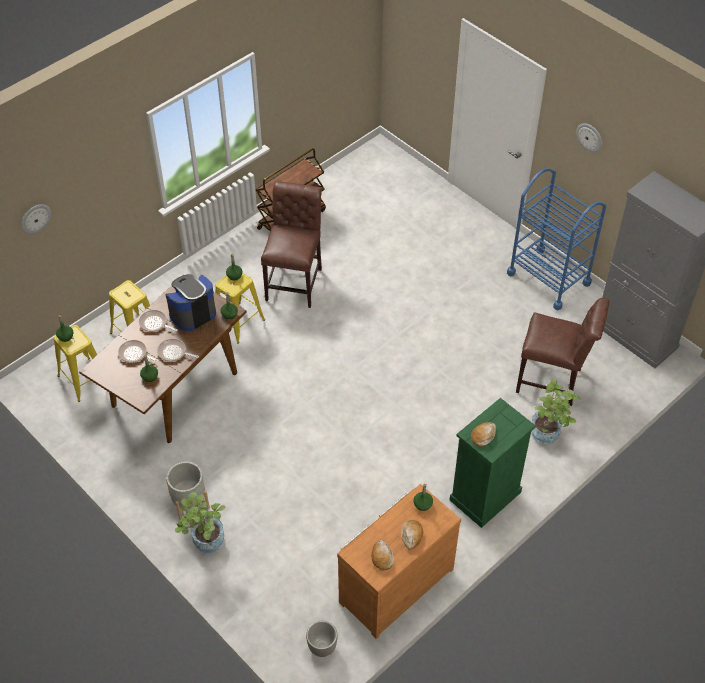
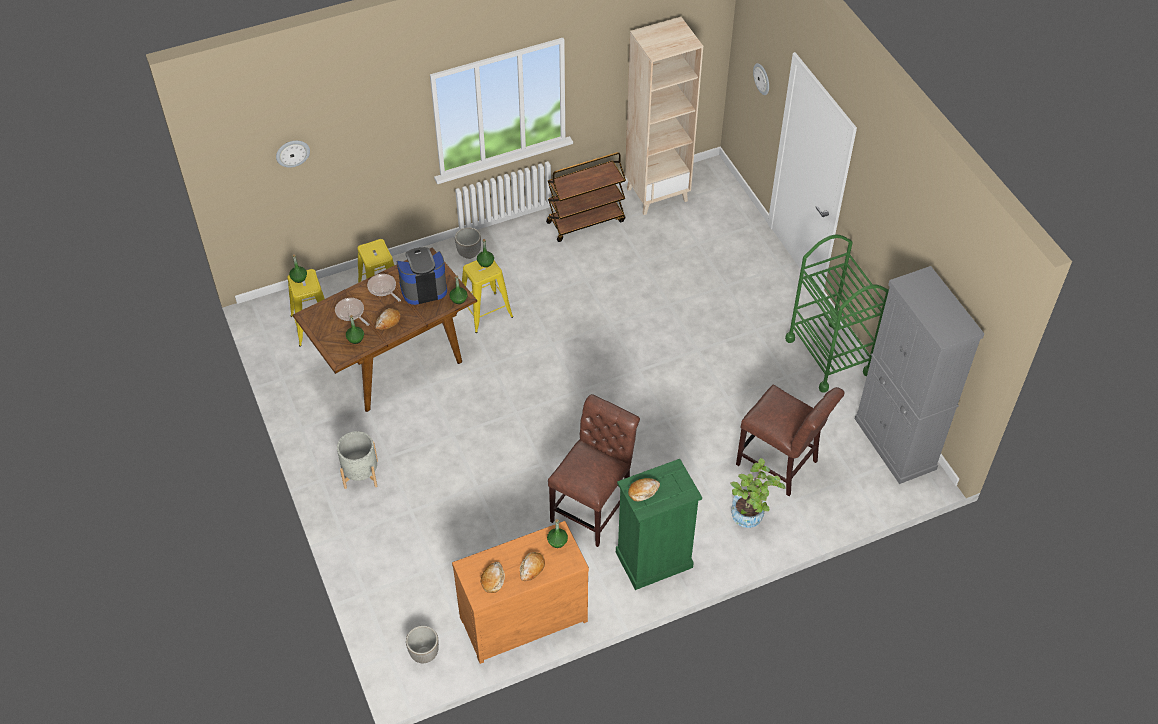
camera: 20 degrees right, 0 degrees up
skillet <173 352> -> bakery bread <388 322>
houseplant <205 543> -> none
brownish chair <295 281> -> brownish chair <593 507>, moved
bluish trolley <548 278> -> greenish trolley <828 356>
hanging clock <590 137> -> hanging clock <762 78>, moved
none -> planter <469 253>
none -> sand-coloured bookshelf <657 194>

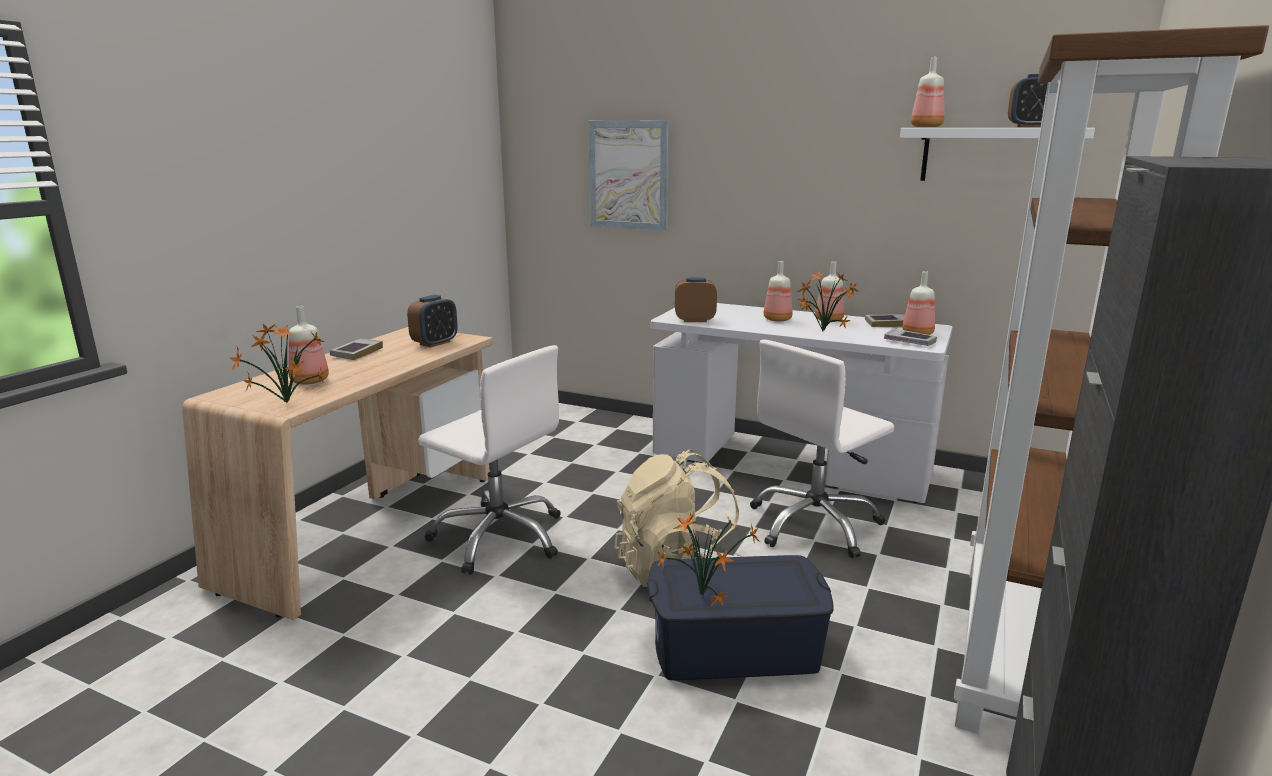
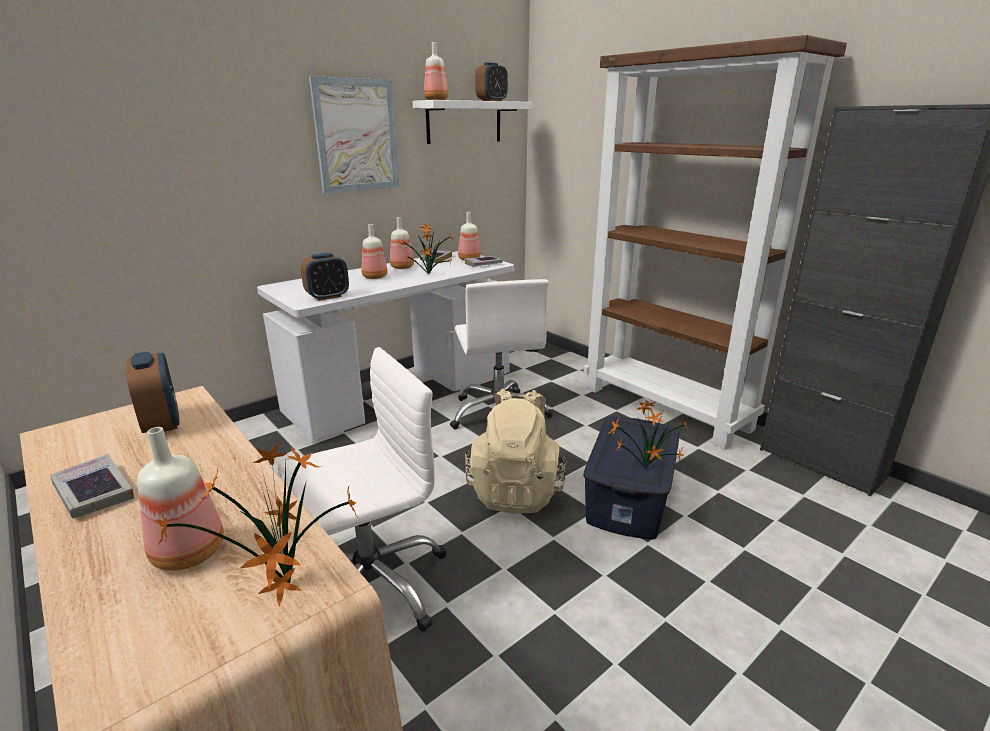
camera: 65 degrees left, 5 degrees up
picture <628 175> -> picture <356 136>, moved
table clock <694 320> -> table clock <327 297>, 150 degrees counterclockwise

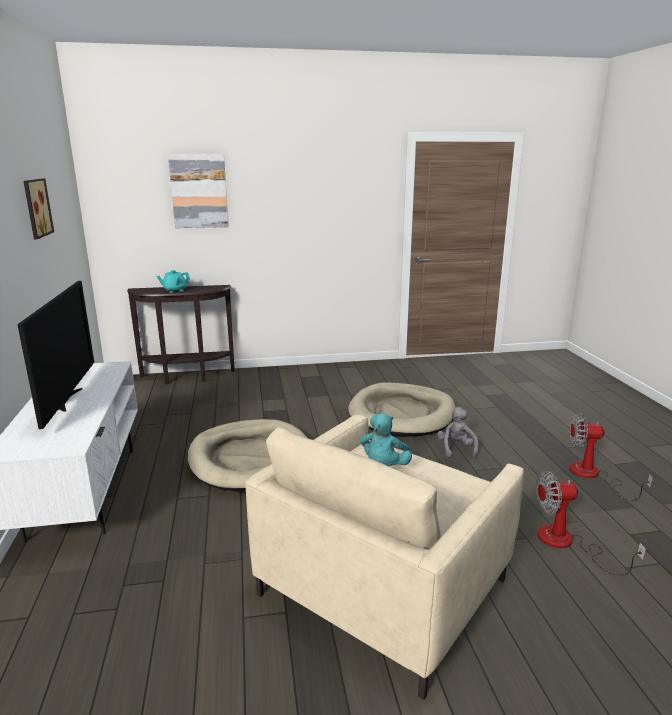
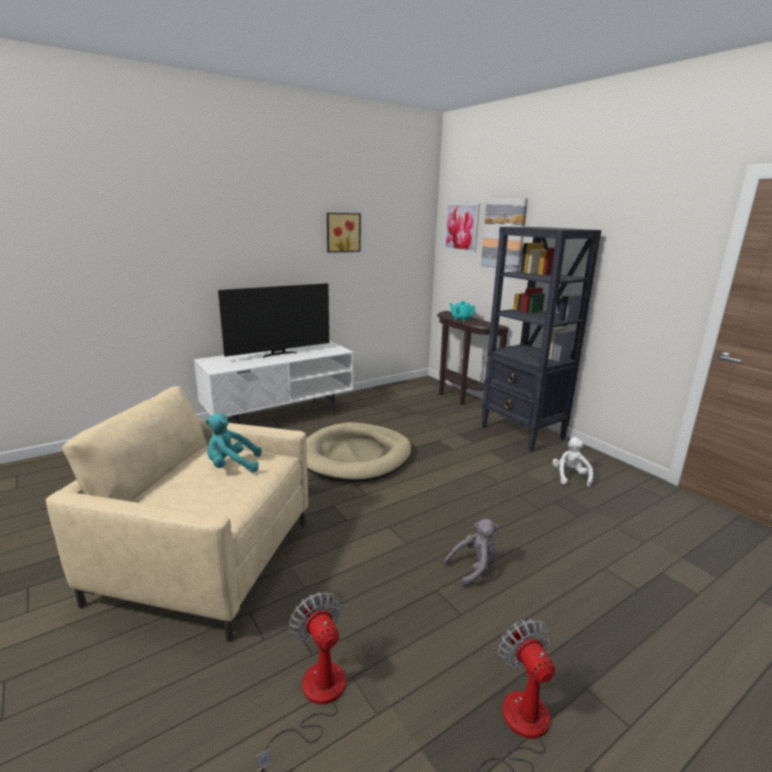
camera: 65 degrees right, 0 degrees up
sand-coloured dog cushion <402 414> -> none
none -> picture <461 227>
none -> black bookshelf <522 433>
none -> white-coloured soft toy <570 477>

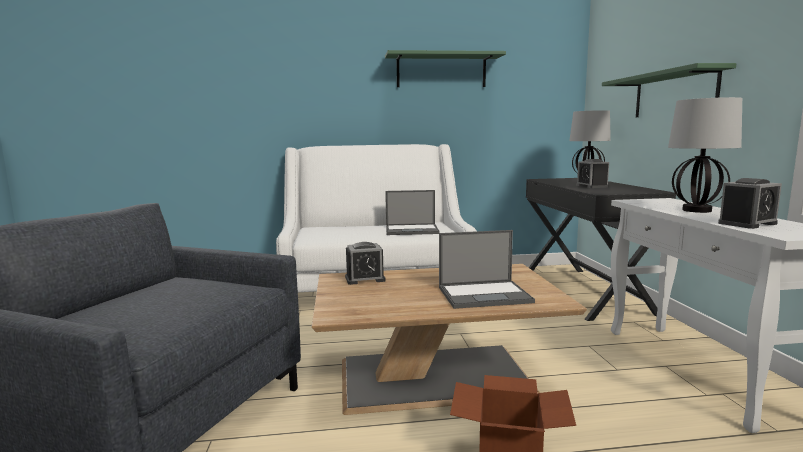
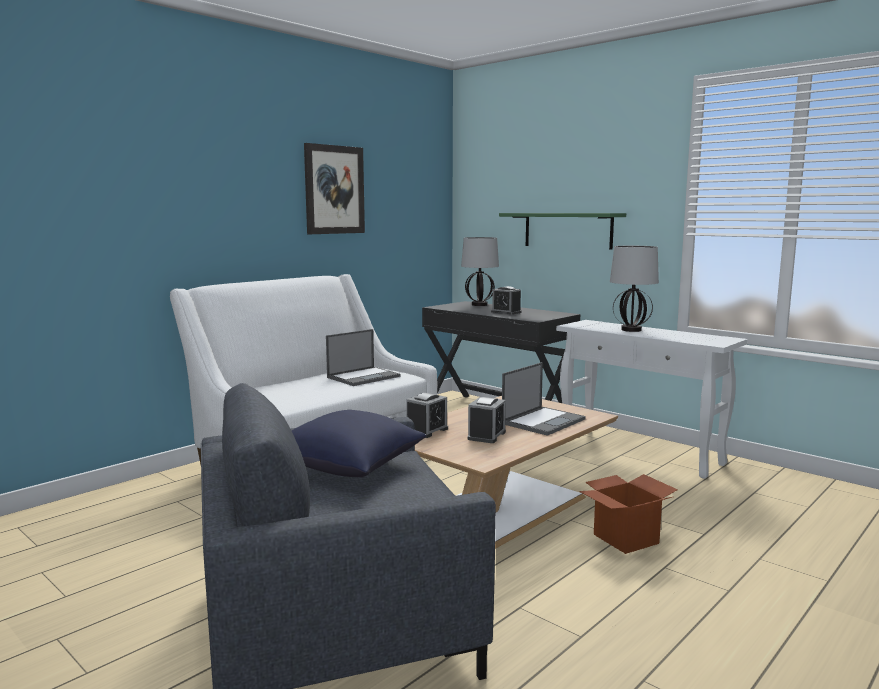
camera: 40 degrees left, 0 degrees up
greenish wall shelf <441 71> -> picture <334 190>
table clock <747 223> -> table clock <486 435>, moved
none -> bluish pillow <348 467>

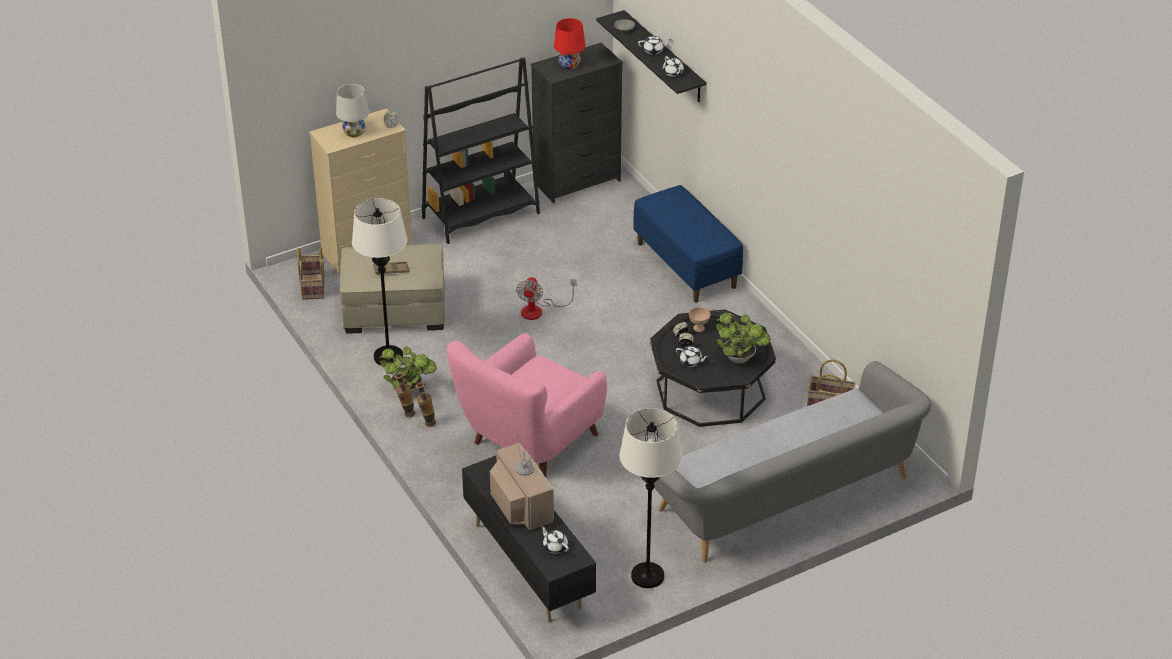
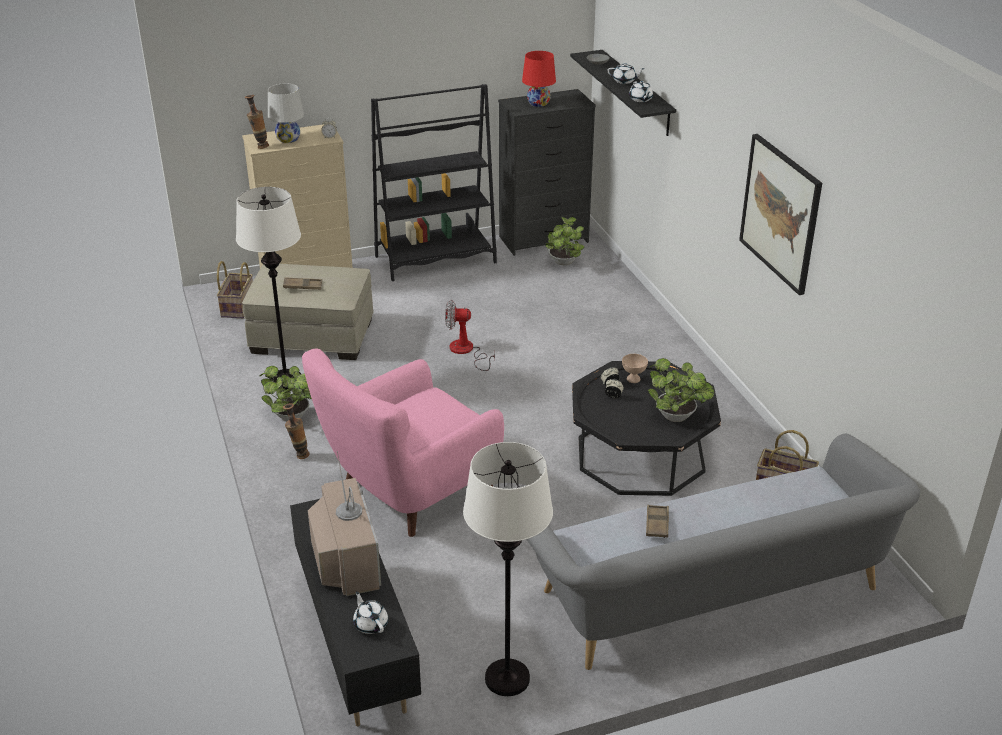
camera: 10 degrees right, 5 degrees down
flower vase <406 414> -> flower vase <260 146>, moved
electric fan <539 310> -> electric fan <466 351>, 75 degrees clockwise
bluish long seat <687 265> -> none
white-coloured pot for tea <691 362> -> none
none -> houseplant <563 263>
none -> brownish carrying tray <657 524>
none -> picture <780 213>

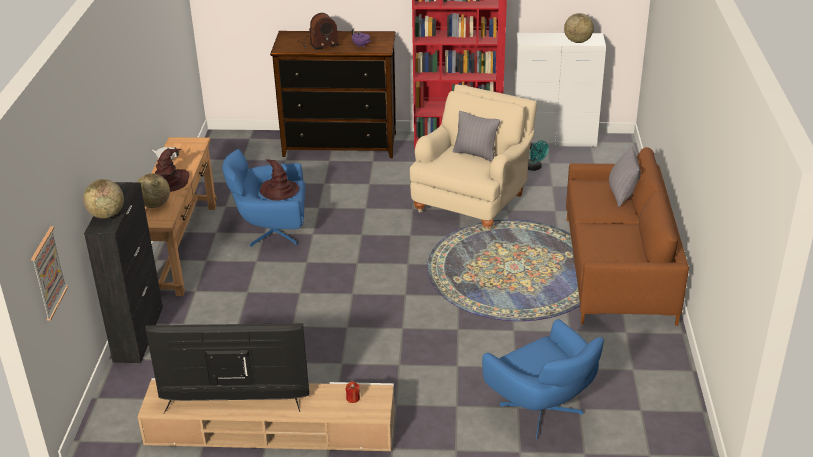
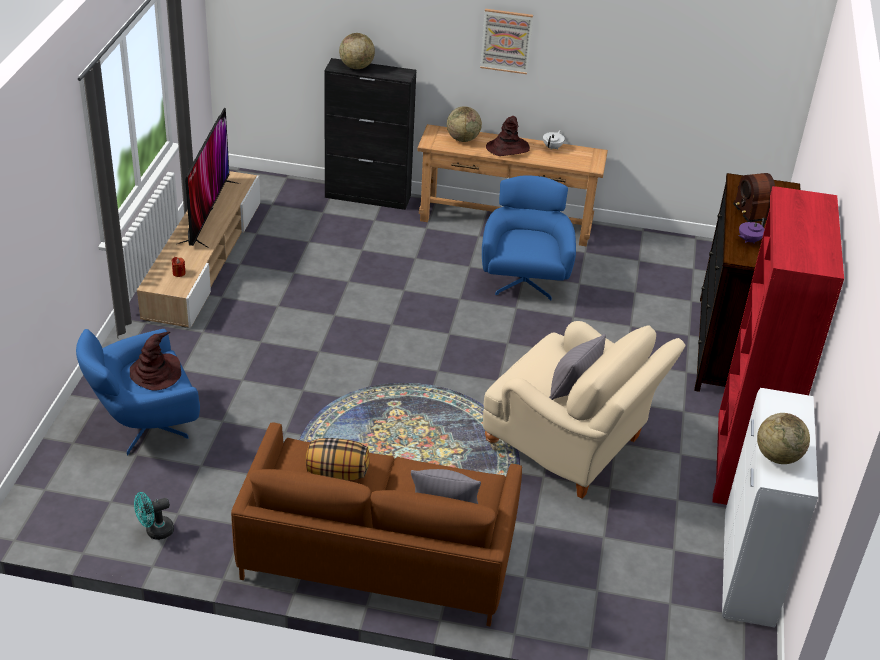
camera: 95 degrees right, 5 degrees up
picture <48 273> -> picture <506 41>, moved
brownish hat <279 191> -> brownish hat <156 373>, moved
blue-green electric fan <534 168> -> blue-green electric fan <155 531>, moved
none -> pillow <337 473>

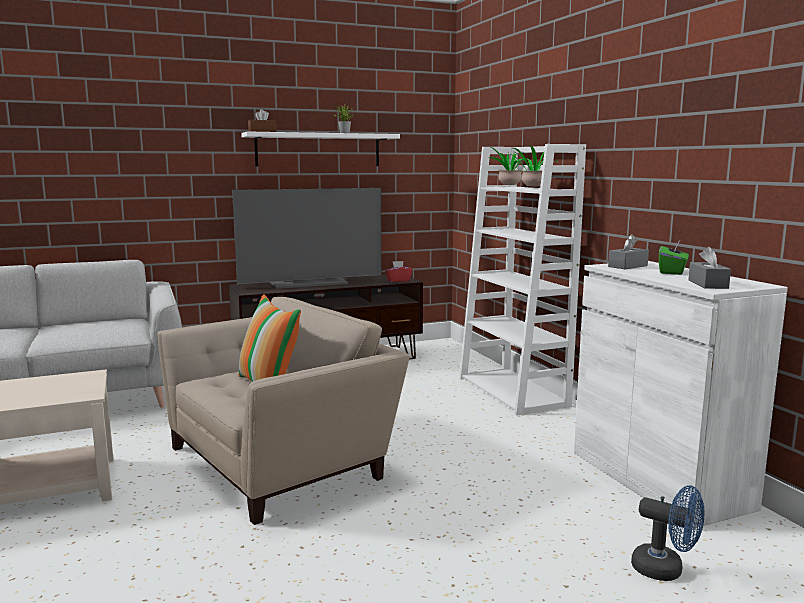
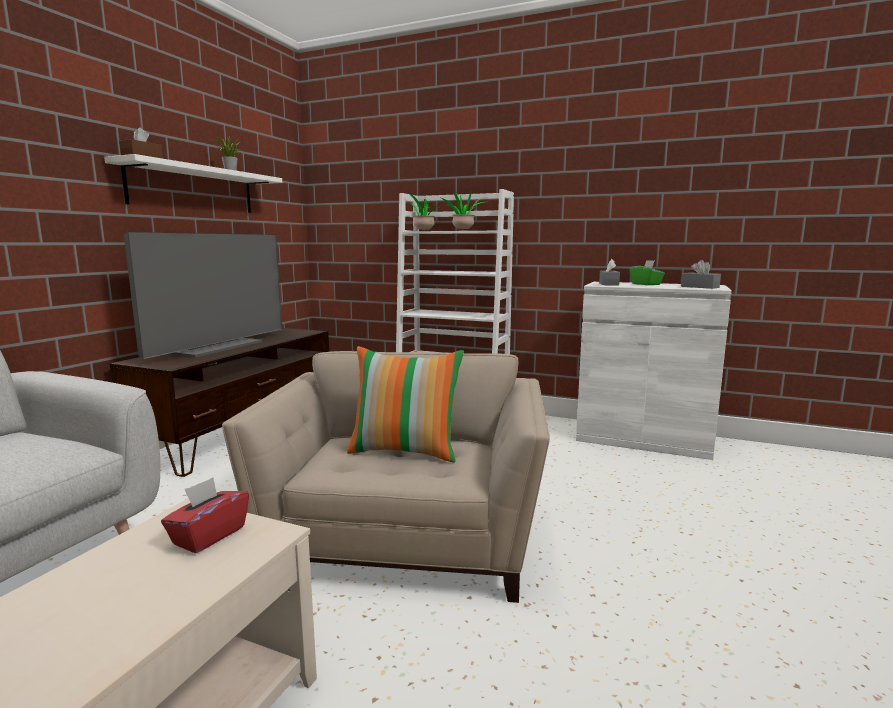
camera: 45 degrees left, 0 degrees up
red box of tissues <398 280> -> red box of tissues <208 536>, moved
bluish electric fan <665 570> -> none

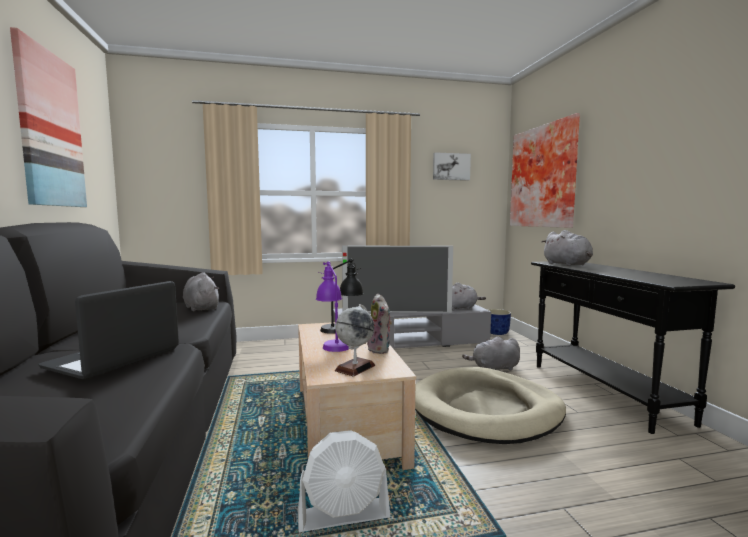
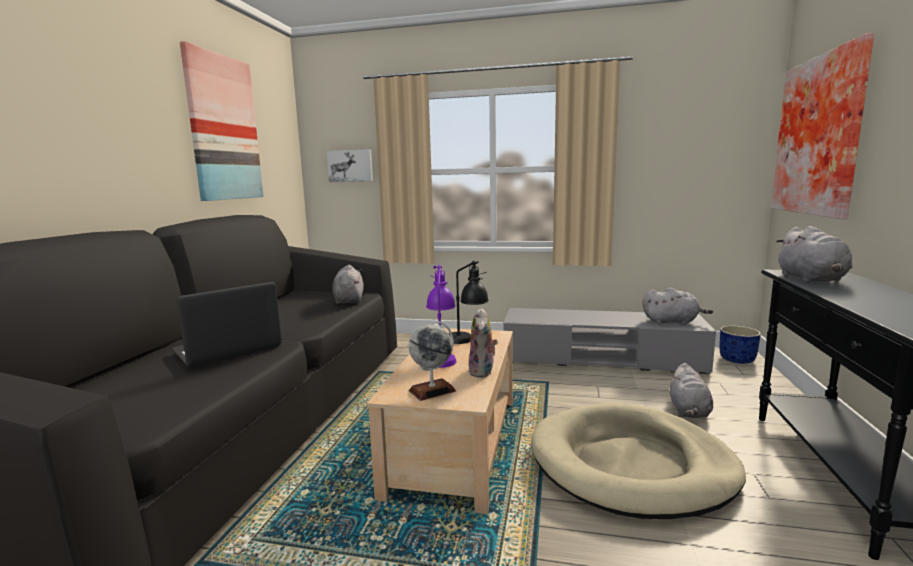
camera: 25 degrees right, 5 degrees up
white-coloured electric fan <344 516> -> none
TV set <396 311> -> none
picture <451 166> -> picture <350 166>, moved
greyish soft toy <494 368> -> greyish soft toy <689 411>, 90 degrees counterclockwise

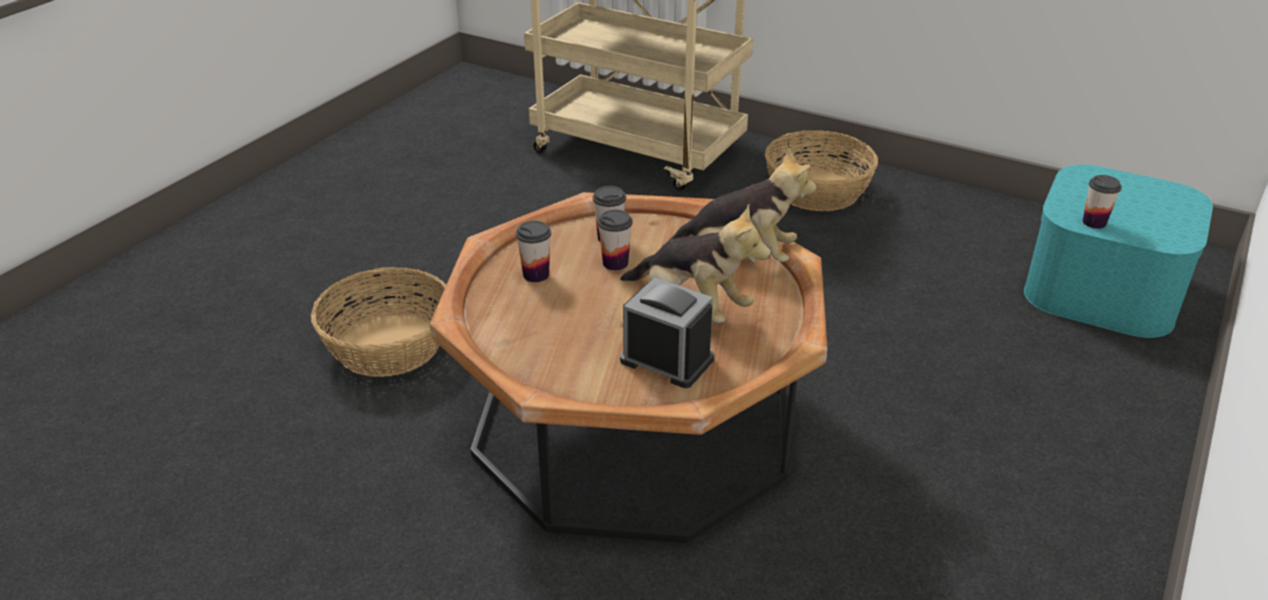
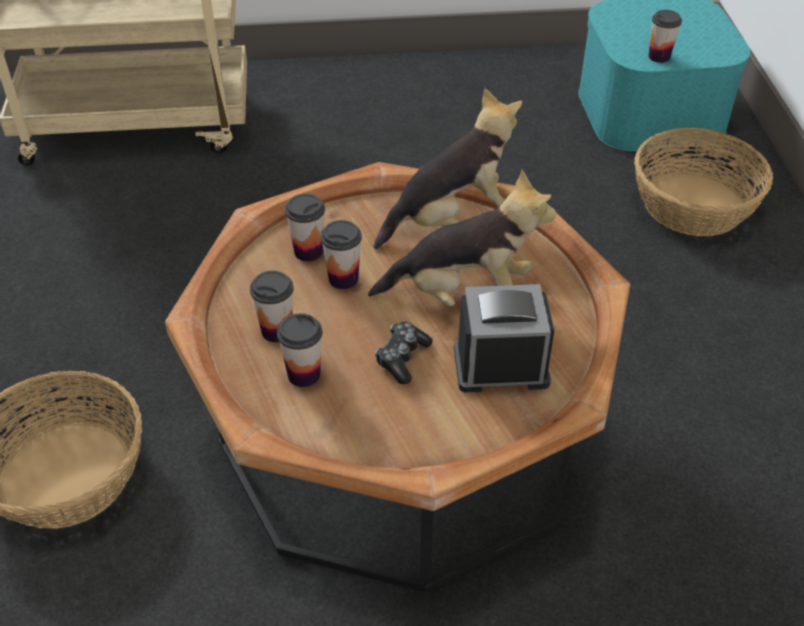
camera: 35 degrees left, 10 degrees up
household basket <816 191> -> household basket <692 205>, moved
none -> drinking cup <304 374>
none -> joypad <402 358>

